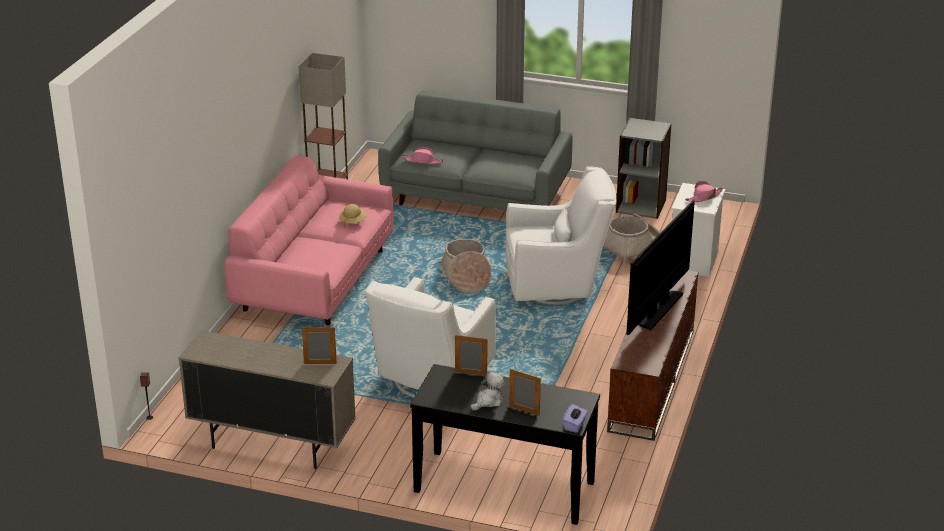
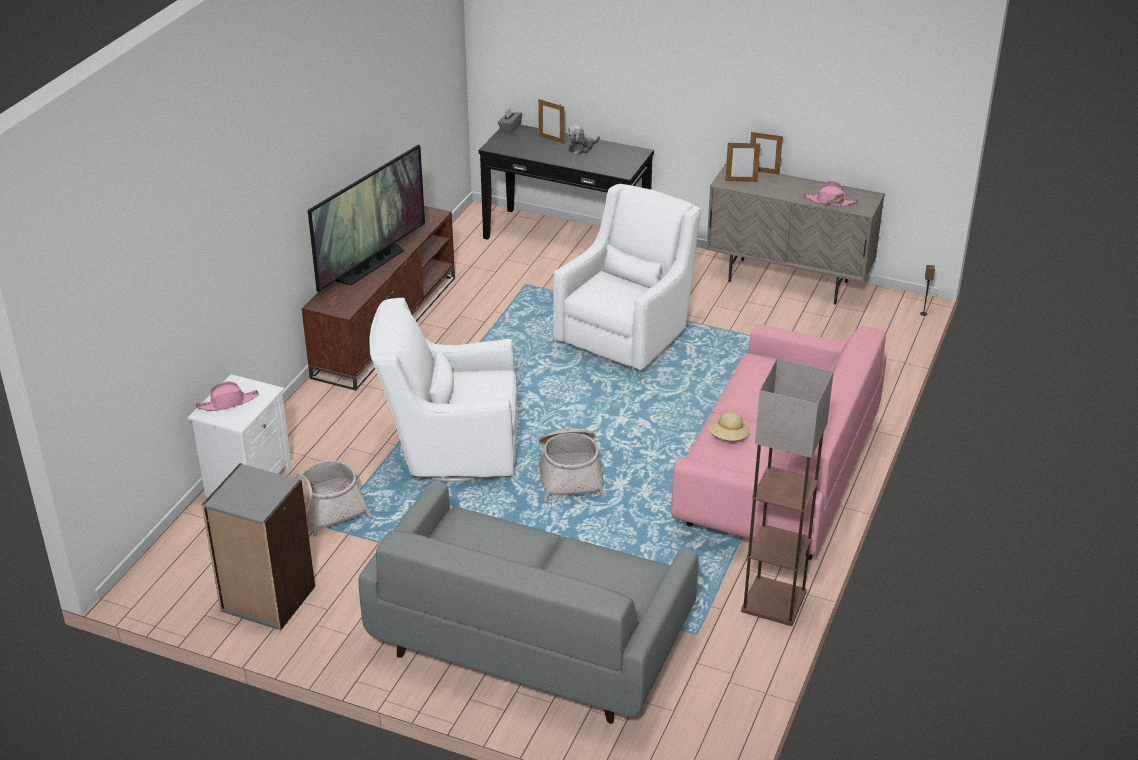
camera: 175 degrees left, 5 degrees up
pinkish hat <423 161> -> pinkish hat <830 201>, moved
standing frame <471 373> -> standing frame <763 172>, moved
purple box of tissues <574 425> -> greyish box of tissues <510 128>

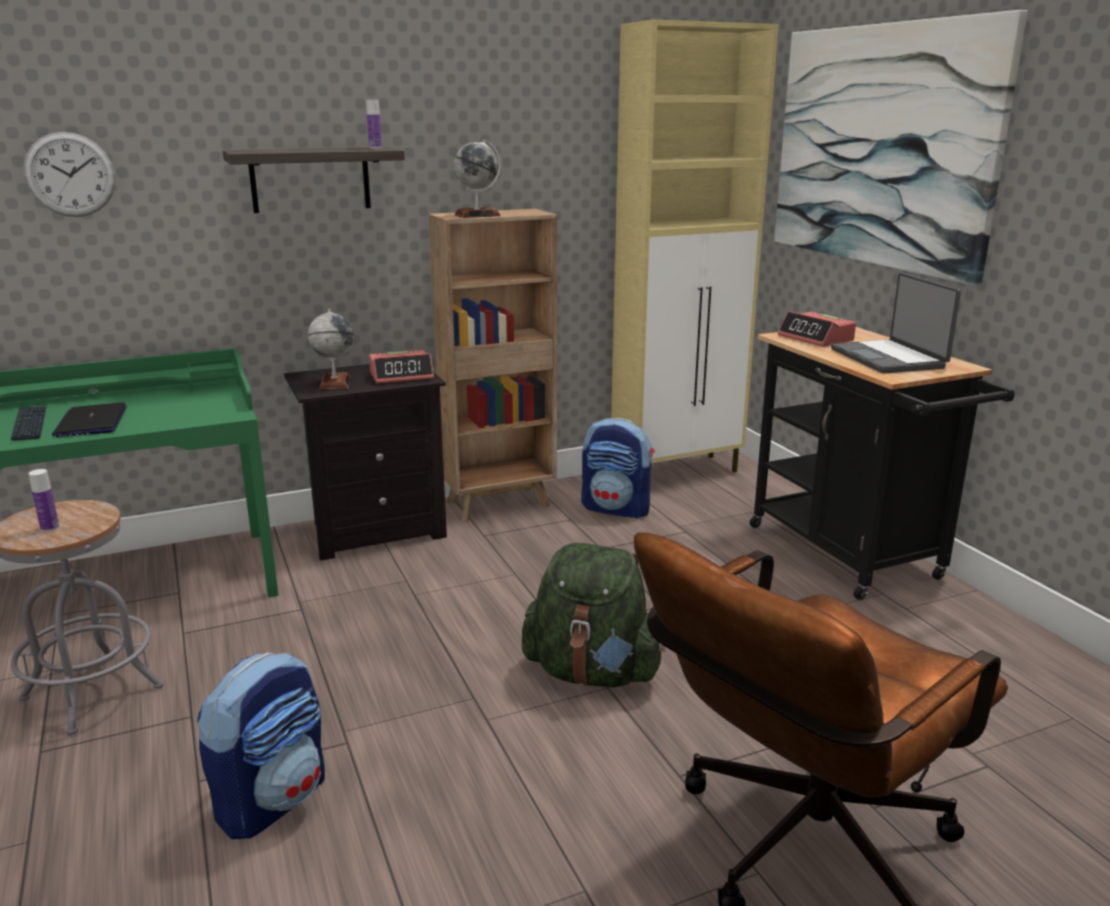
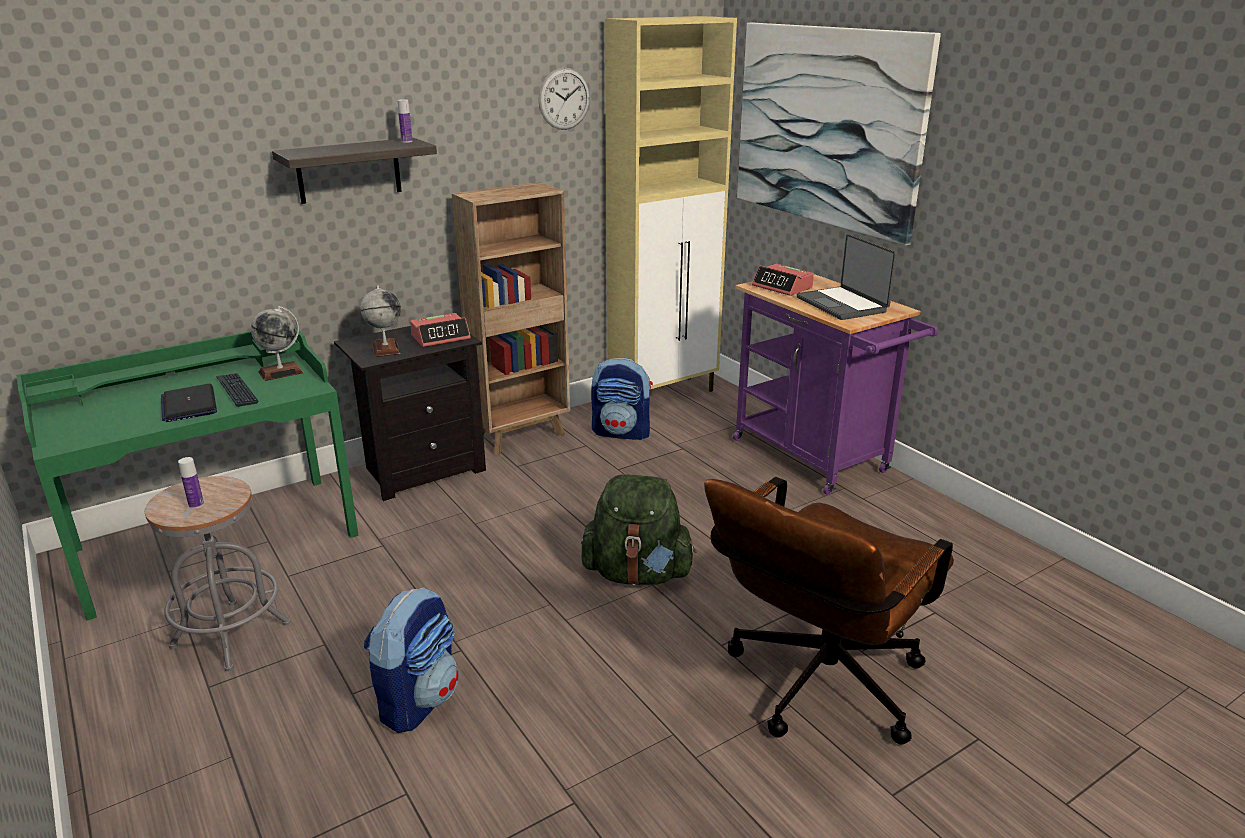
camera: 10 degrees left, 5 degrees up
PC keyboard <30 424> -> PC keyboard <237 390>, moved
hanging clock <70 175> -> hanging clock <564 99>, moved
globe <477 215> -> globe <281 372>, moved
black trolley <852 557> -> purple trolley <817 459>

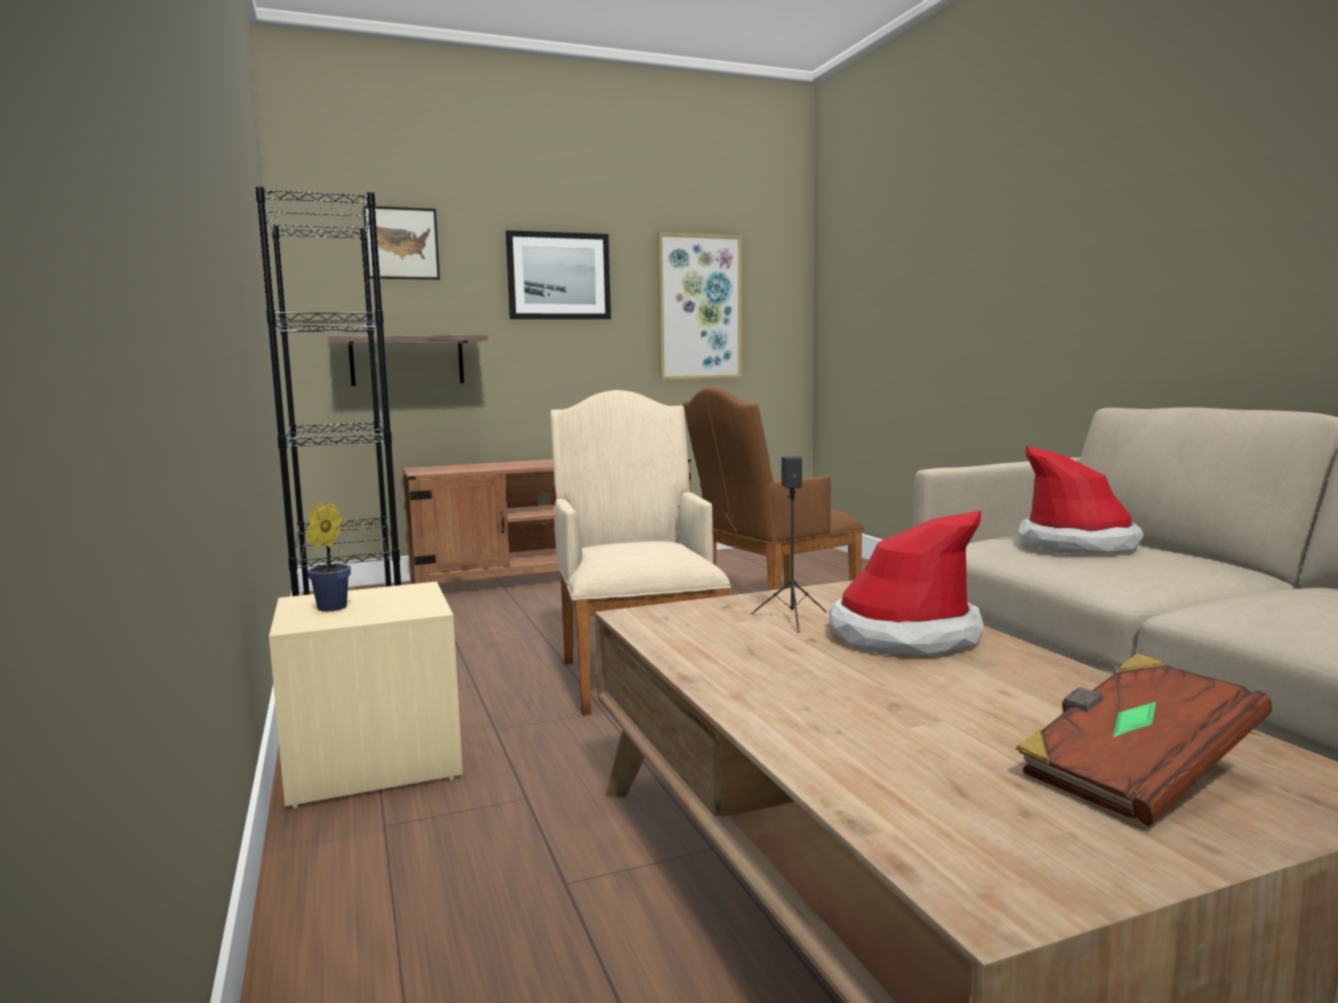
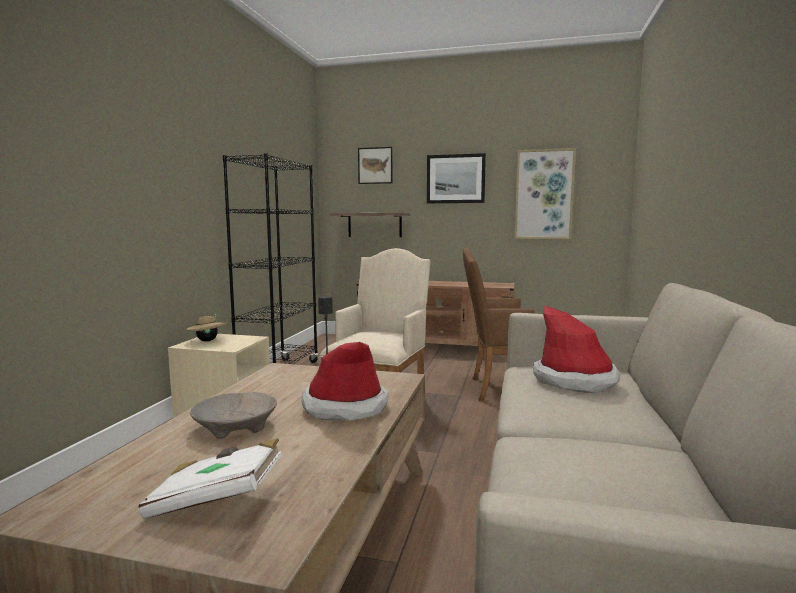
camera: 35 degrees right, 0 degrees up
houseplant <329 609> -> sand-coloured hat <208 341>
brownish book <1134 774> -> white-coloured book <217 500>
none -> sand-coloured bowl <235 426>

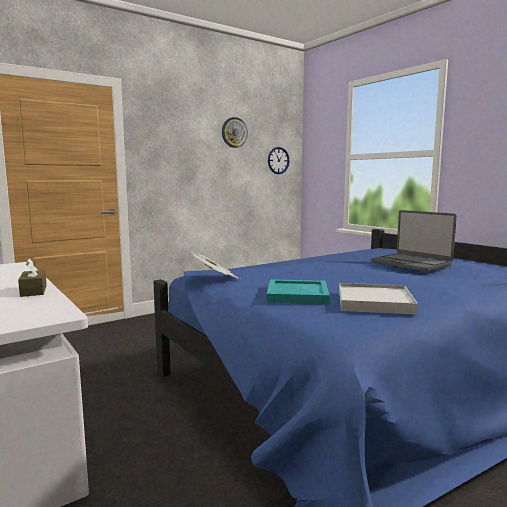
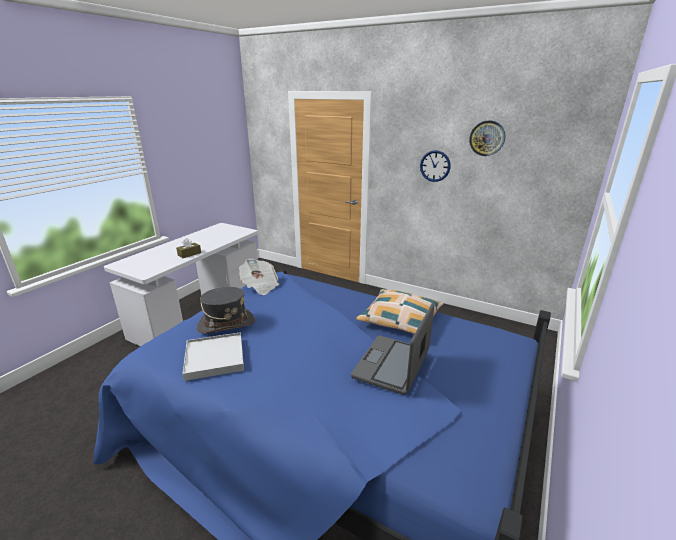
camera: 65 degrees right, 15 degrees up
blue-green carrying tray <298 295> -> greyish hat <226 324>
hanging clock <278 160> -> hanging clock <435 166>, moved
none -> pillow <400 319>

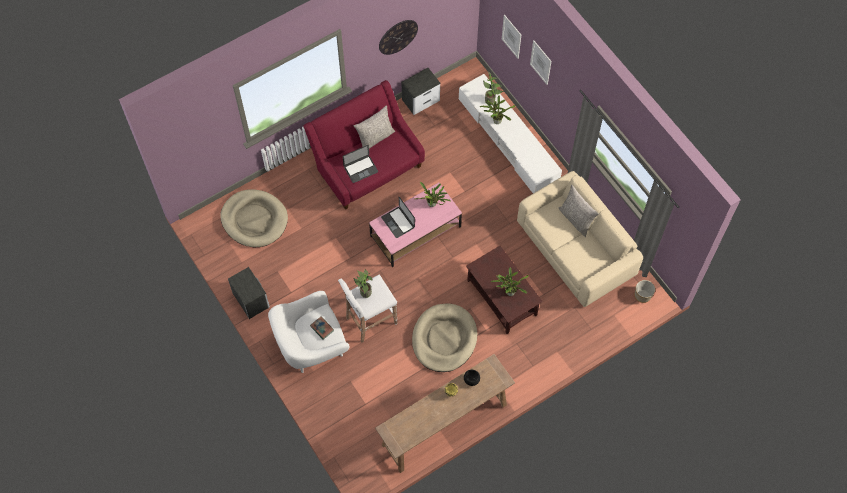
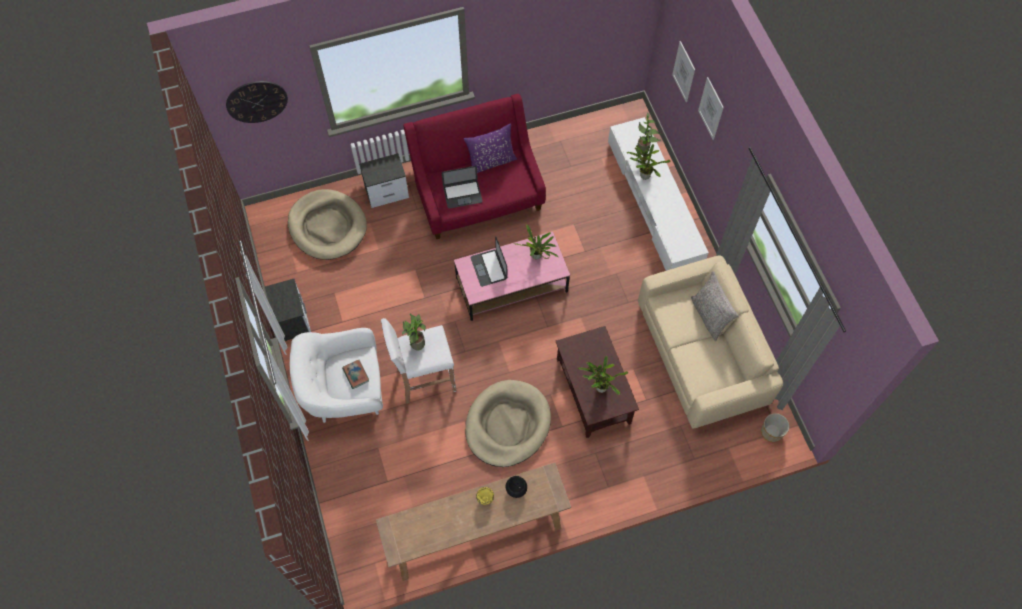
camera: 15 degrees right, 0 degrees up
greyish pillow <375 138> -> purple pillow <491 161>
hanging clock <398 36> -> hanging clock <256 101>, moved
nightstand <421 100> -> nightstand <387 192>, moved

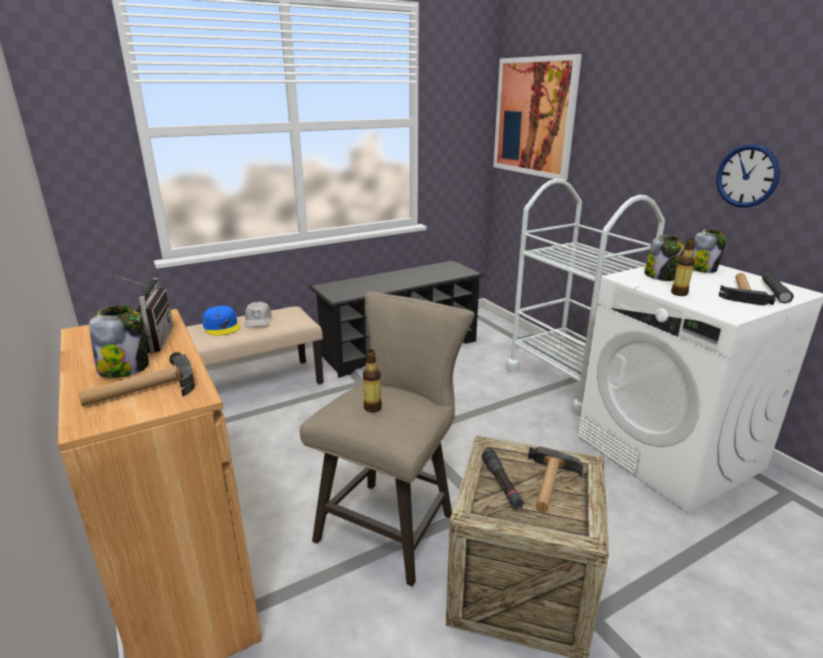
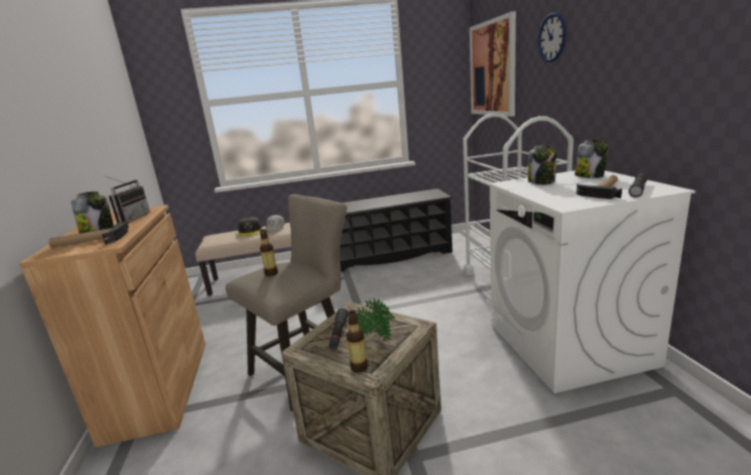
camera: 20 degrees right, 5 degrees down
bluish cap <222 326> -> greyish cap <250 231>
tool hammer <549 485> -> houseplant <373 337>
bottle <679 293> -> bottle <359 367>, moved
hanging clock <747 176> -> hanging clock <552 37>, moved

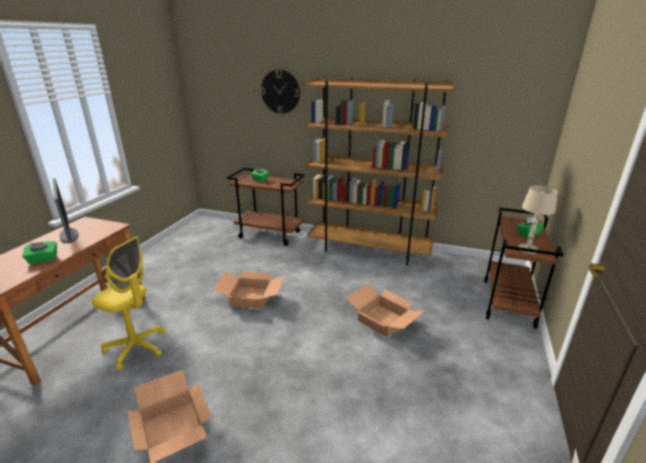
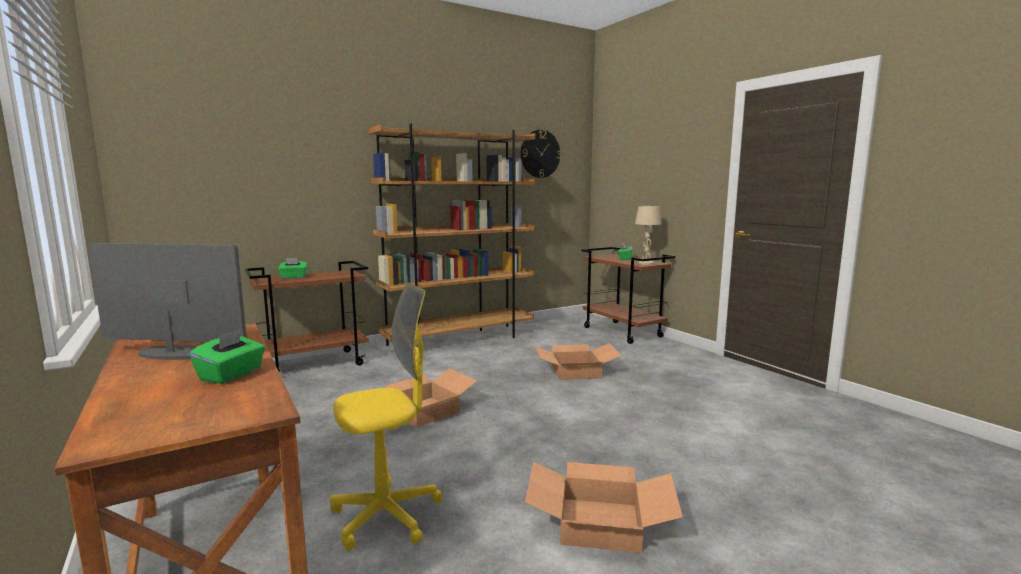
camera: 50 degrees left, 15 degrees down
hanging clock <280 91> -> hanging clock <540 154>, moved

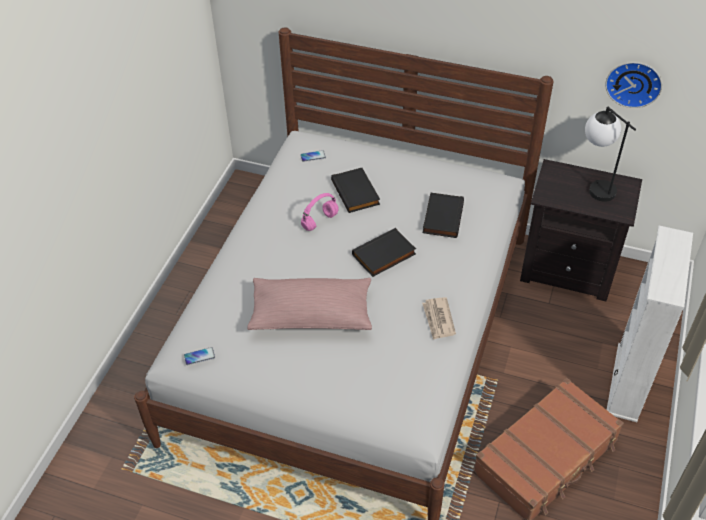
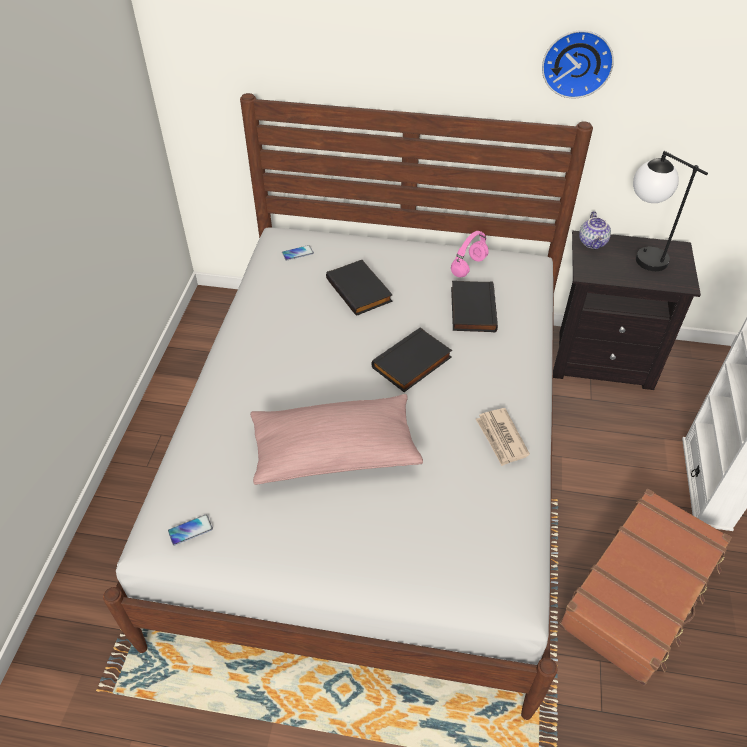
camera: 10 degrees left, 0 degrees up
pinkish headphones <320 221> -> pinkish headphones <468 266>, moved
hanging clock <634 82> -> hanging clock <577 62>, moved
none -> pot for tea <593 243>

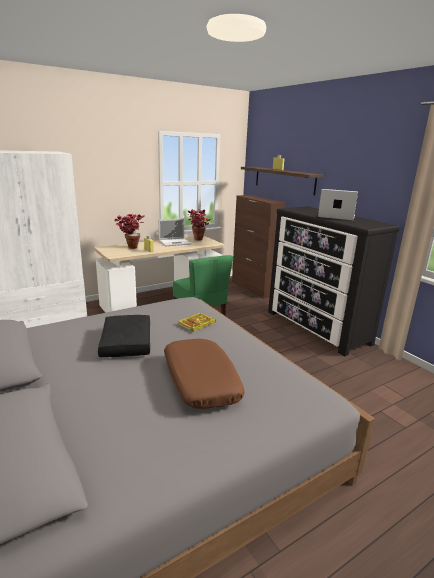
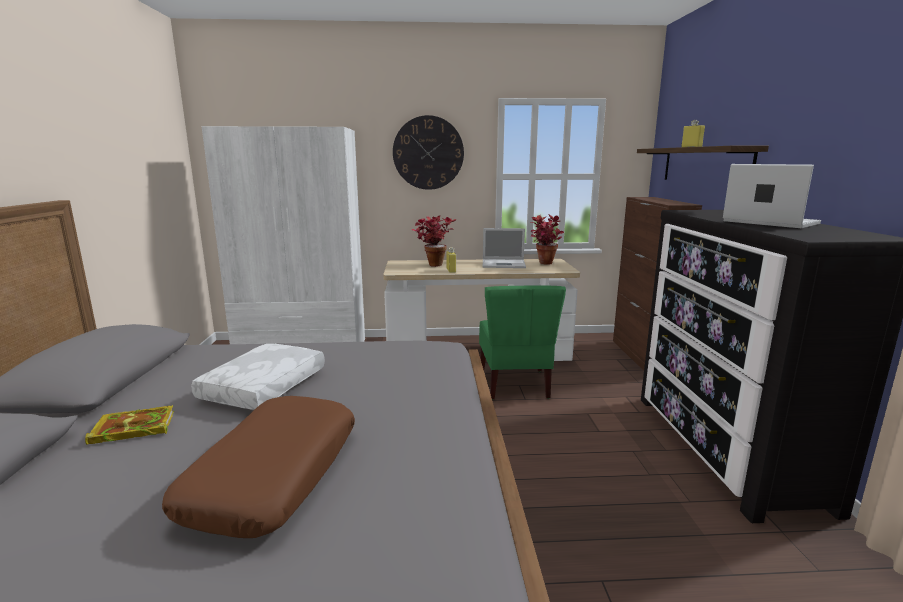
camera: 30 degrees right, 5 degrees down
black pillow <127 343> -> white-coloured pillow <265 388>
book <196 324> -> book <131 429>, moved
none -> hanging clock <428 153>

